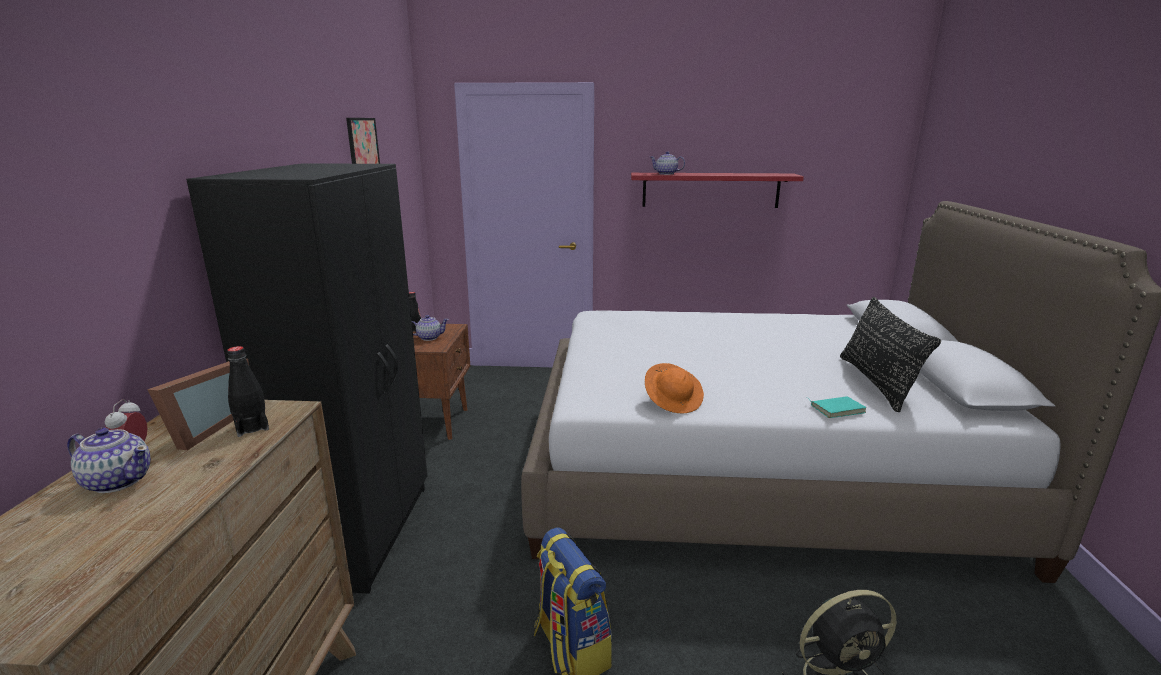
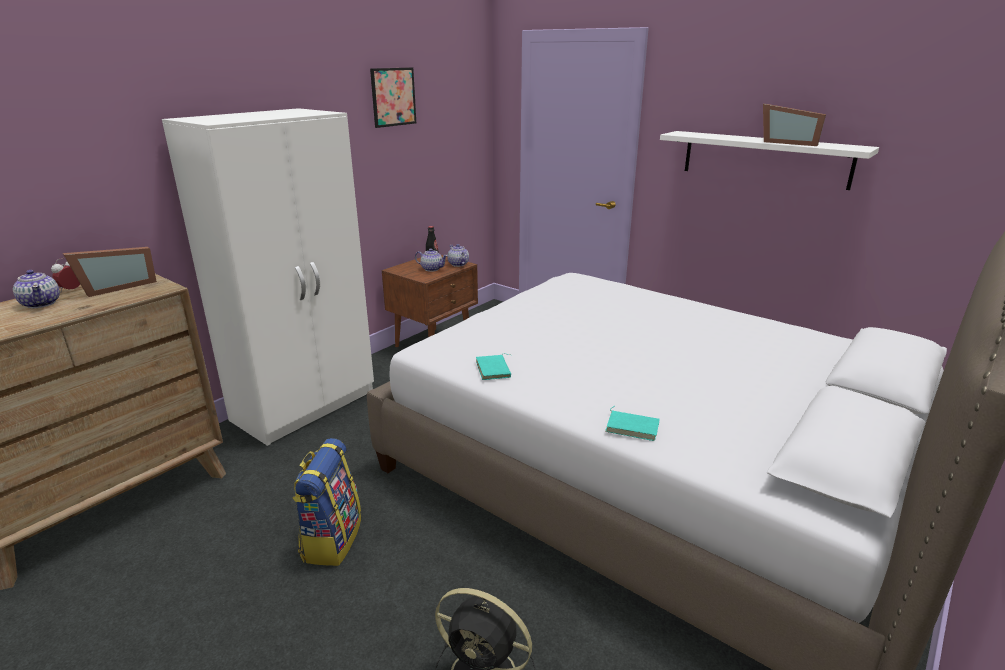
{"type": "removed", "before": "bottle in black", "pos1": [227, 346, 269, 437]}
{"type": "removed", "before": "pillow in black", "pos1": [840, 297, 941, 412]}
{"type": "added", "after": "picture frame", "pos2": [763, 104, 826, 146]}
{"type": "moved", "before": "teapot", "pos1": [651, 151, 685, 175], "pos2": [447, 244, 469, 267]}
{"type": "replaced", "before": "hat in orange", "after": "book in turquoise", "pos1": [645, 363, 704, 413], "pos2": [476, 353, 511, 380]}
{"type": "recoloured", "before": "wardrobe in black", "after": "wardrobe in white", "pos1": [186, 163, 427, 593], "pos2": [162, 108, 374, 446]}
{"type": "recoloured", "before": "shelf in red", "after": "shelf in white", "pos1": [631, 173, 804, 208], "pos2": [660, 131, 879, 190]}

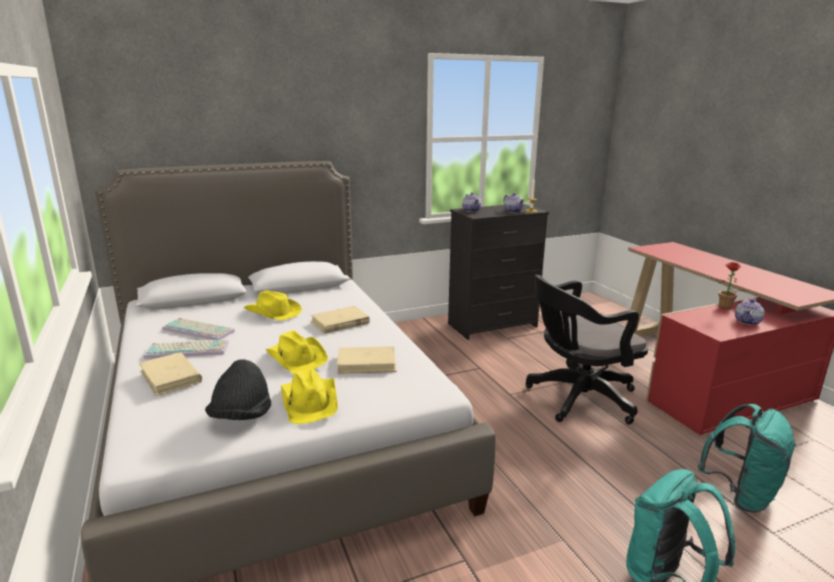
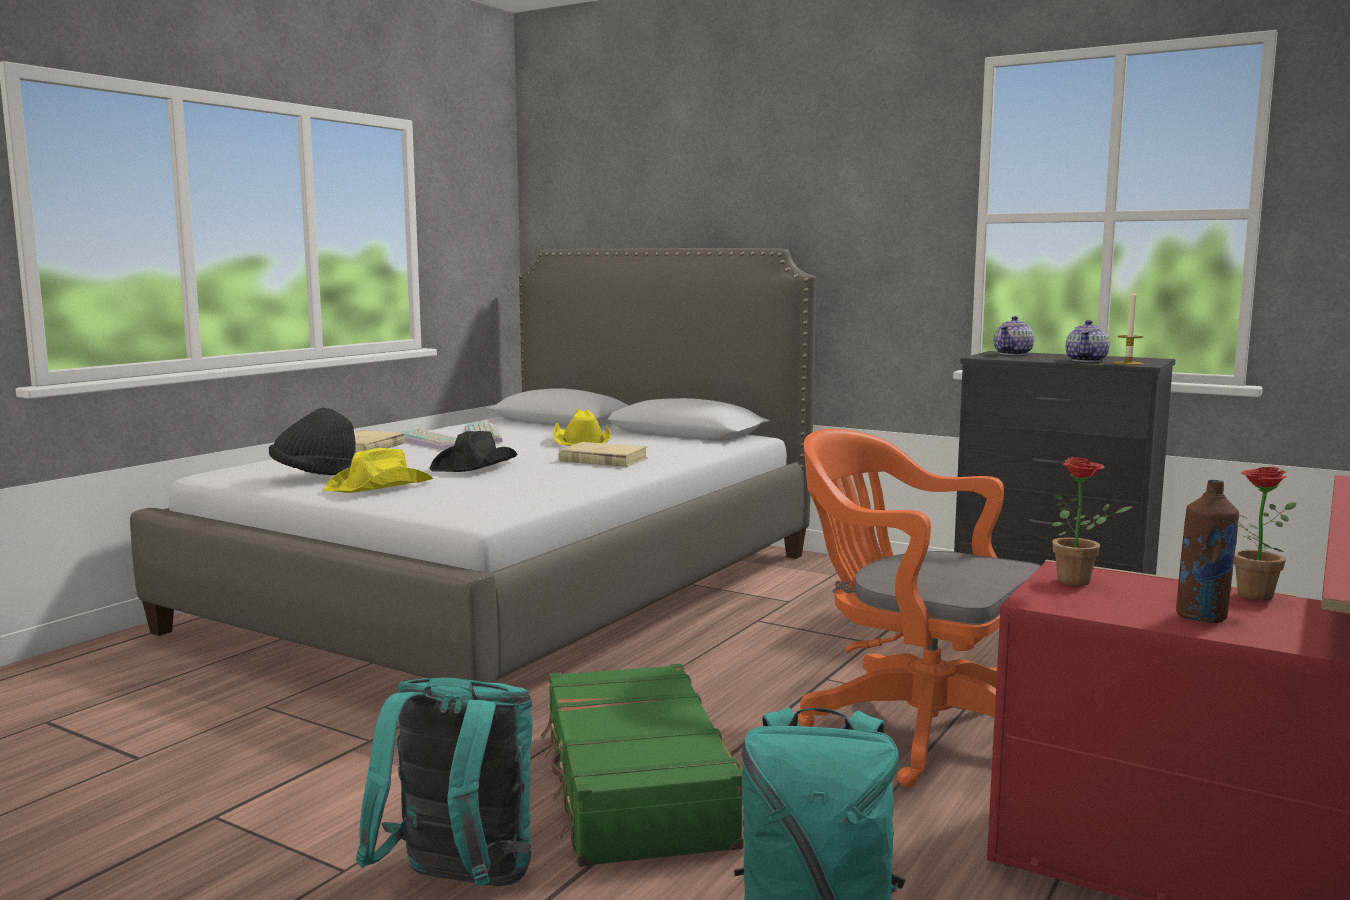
{"type": "removed", "before": "book in beige", "pos1": [337, 346, 397, 374]}
{"type": "added", "after": "suitcase in green", "pos2": [541, 664, 744, 867]}
{"type": "added", "after": "potted plant", "pos2": [1052, 457, 1132, 586]}
{"type": "replaced", "before": "teapot", "after": "bottle in brown", "pos1": [735, 299, 764, 325], "pos2": [1176, 480, 1239, 623]}
{"type": "recoloured", "before": "hat in yellow", "after": "hat in black", "pos1": [266, 331, 328, 374], "pos2": [429, 431, 517, 472]}
{"type": "recoloured", "before": "office chair in black", "after": "office chair in orange", "pos1": [526, 275, 648, 425], "pos2": [798, 429, 1041, 787]}

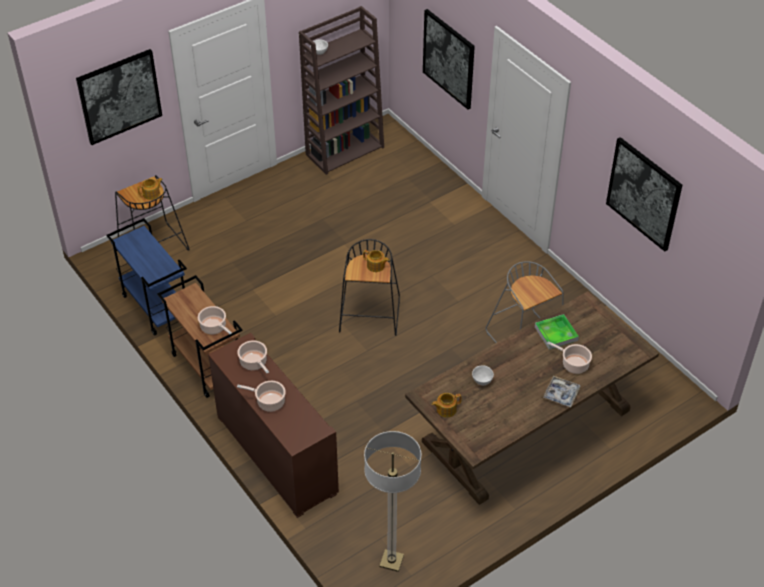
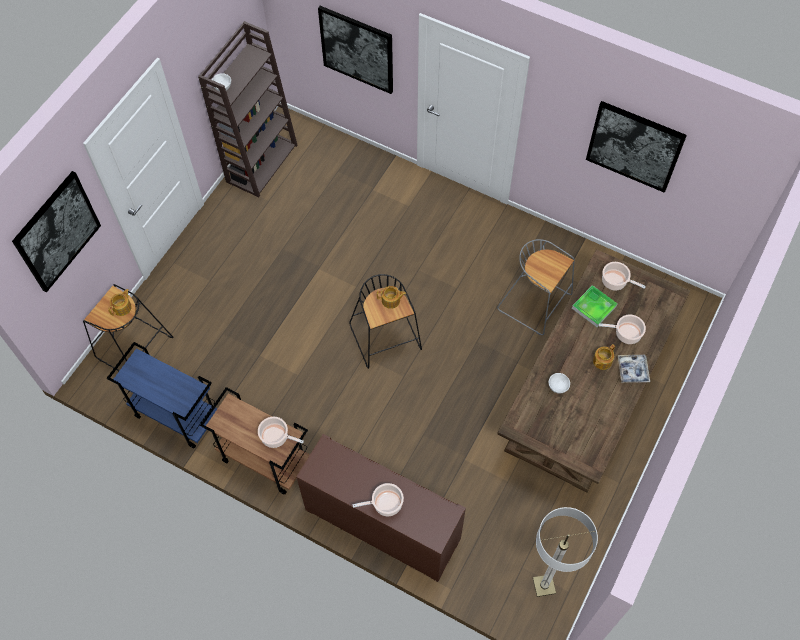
{"type": "moved", "before": "cooking pot", "pos1": [237, 340, 269, 374], "pos2": [602, 262, 646, 290]}
{"type": "moved", "before": "teapot", "pos1": [432, 393, 462, 418], "pos2": [593, 344, 615, 370]}

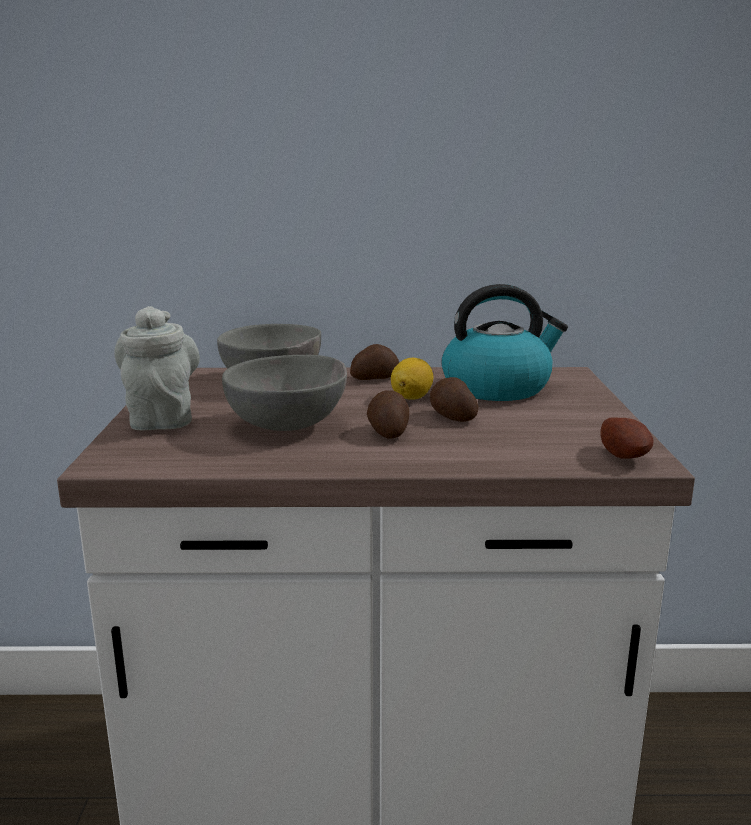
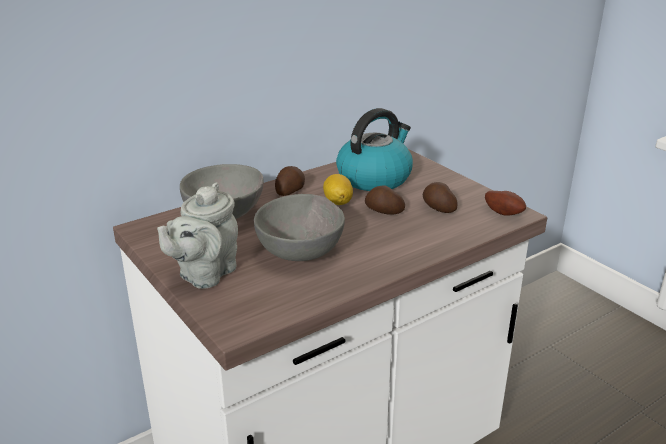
{"type": "moved", "before": "potato", "pos1": [367, 390, 409, 439], "pos2": [423, 182, 458, 213]}
{"type": "turned", "before": "teapot in grey", "pos1": [114, 306, 200, 430], "pos2": [157, 183, 238, 289], "turn": -105}

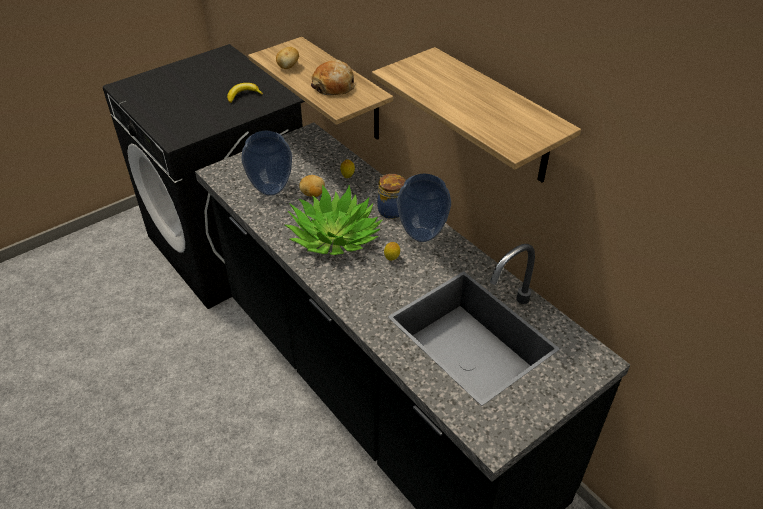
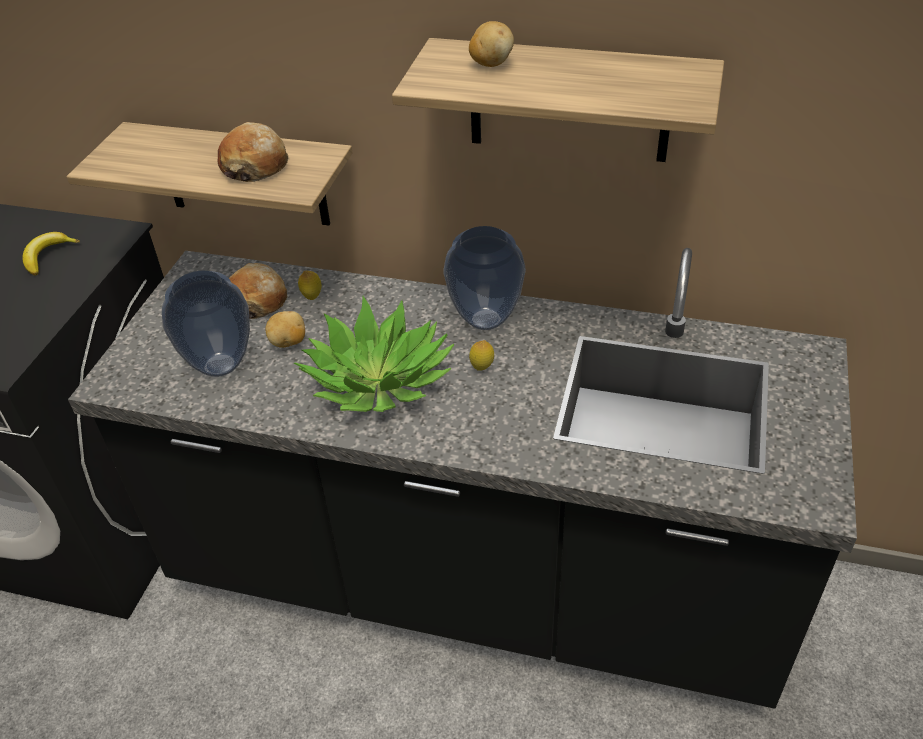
{"type": "removed", "before": "jar", "pos1": [377, 174, 405, 219]}
{"type": "added", "after": "bread", "pos2": [229, 263, 287, 319]}
{"type": "moved", "before": "potato", "pos1": [276, 47, 299, 69], "pos2": [469, 21, 514, 67]}

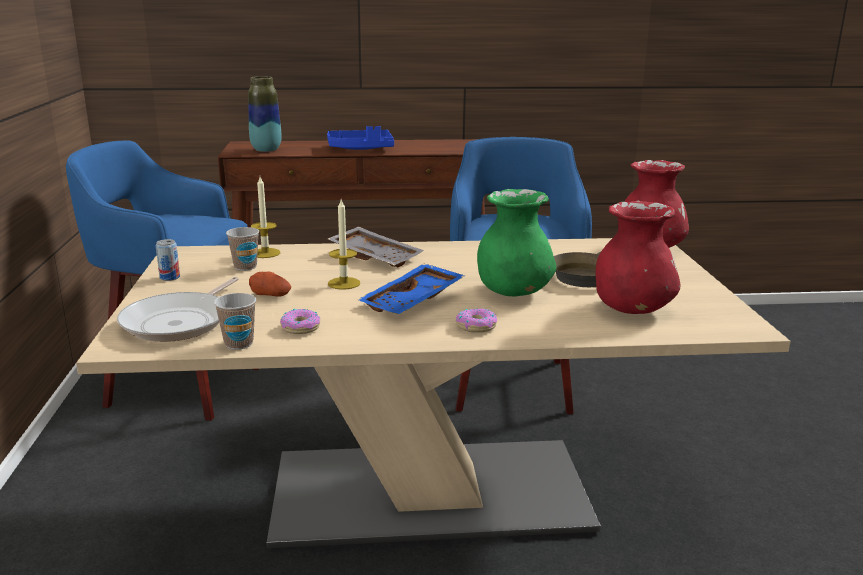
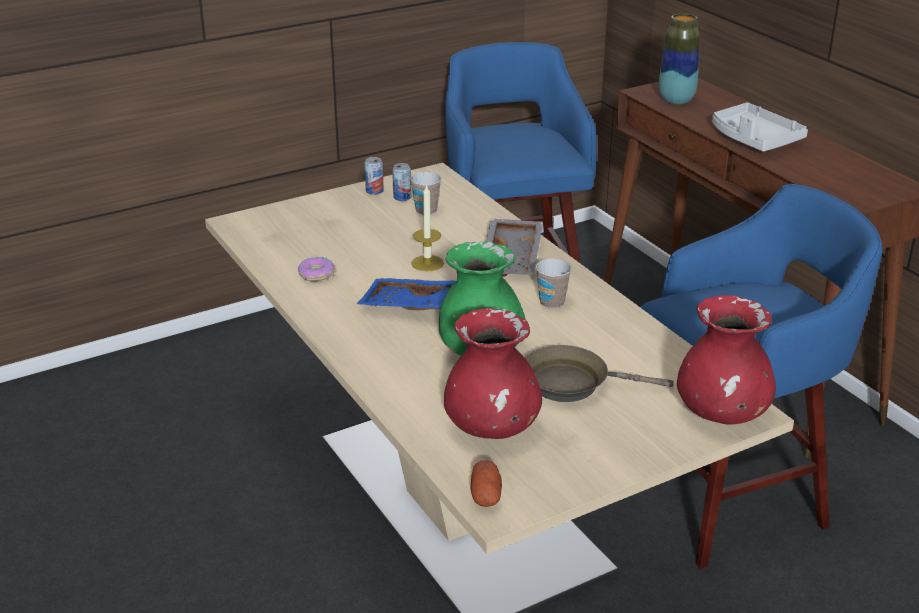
{"type": "removed", "before": "frying pan", "pos1": [117, 277, 238, 342]}
{"type": "removed", "before": "candle", "pos1": [251, 177, 280, 258]}
{"type": "removed", "before": "donut", "pos1": [456, 309, 497, 332]}
{"type": "added", "after": "can", "pos2": [393, 163, 411, 201]}
{"type": "moved", "before": "cup", "pos1": [214, 293, 256, 350], "pos2": [536, 258, 572, 309]}
{"type": "moved", "before": "potato", "pos1": [249, 272, 291, 297], "pos2": [471, 461, 502, 507]}
{"type": "recoloured", "before": "tray in blue", "after": "tray in grey", "pos1": [327, 126, 394, 150], "pos2": [712, 103, 808, 152]}

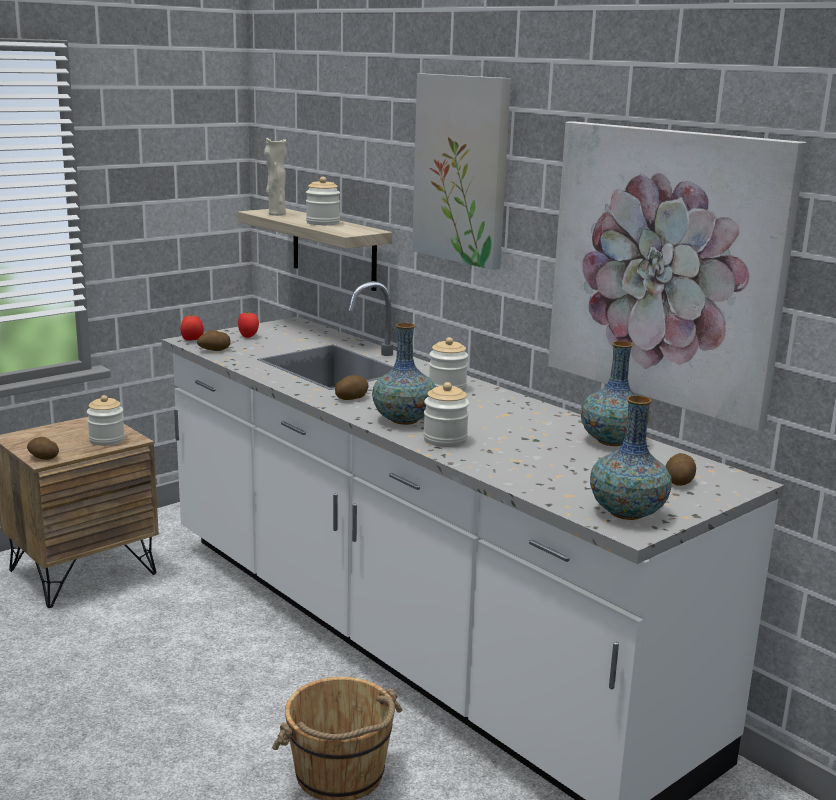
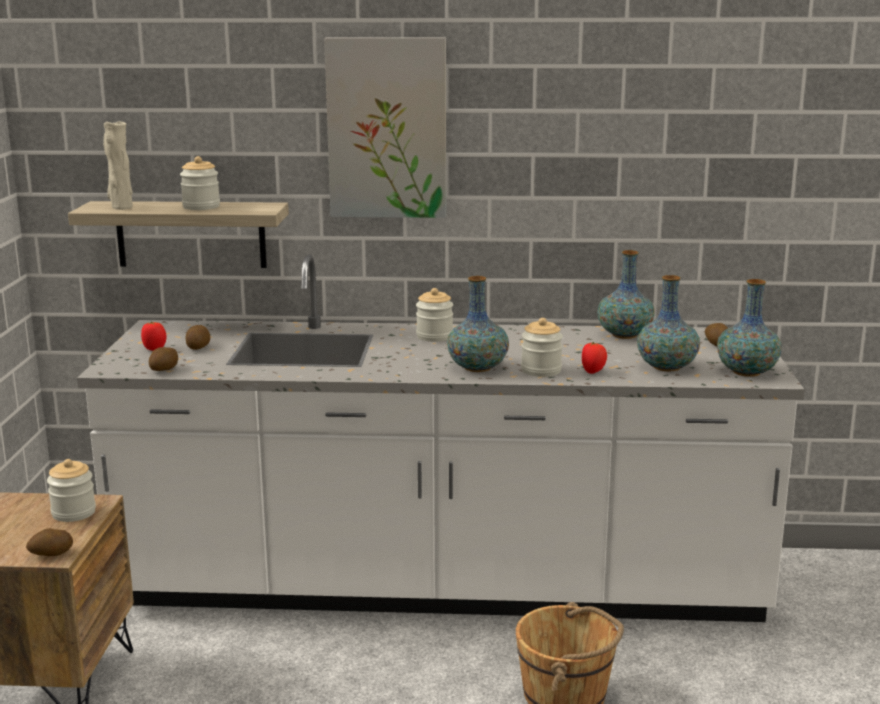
{"type": "removed", "before": "picture", "pos1": [548, 121, 807, 432]}
{"type": "added", "after": "vase", "pos2": [637, 275, 700, 371]}
{"type": "moved", "before": "tomato", "pos1": [180, 315, 204, 341], "pos2": [582, 342, 607, 374]}
{"type": "moved", "before": "potato", "pos1": [335, 375, 369, 400], "pos2": [185, 325, 210, 350]}

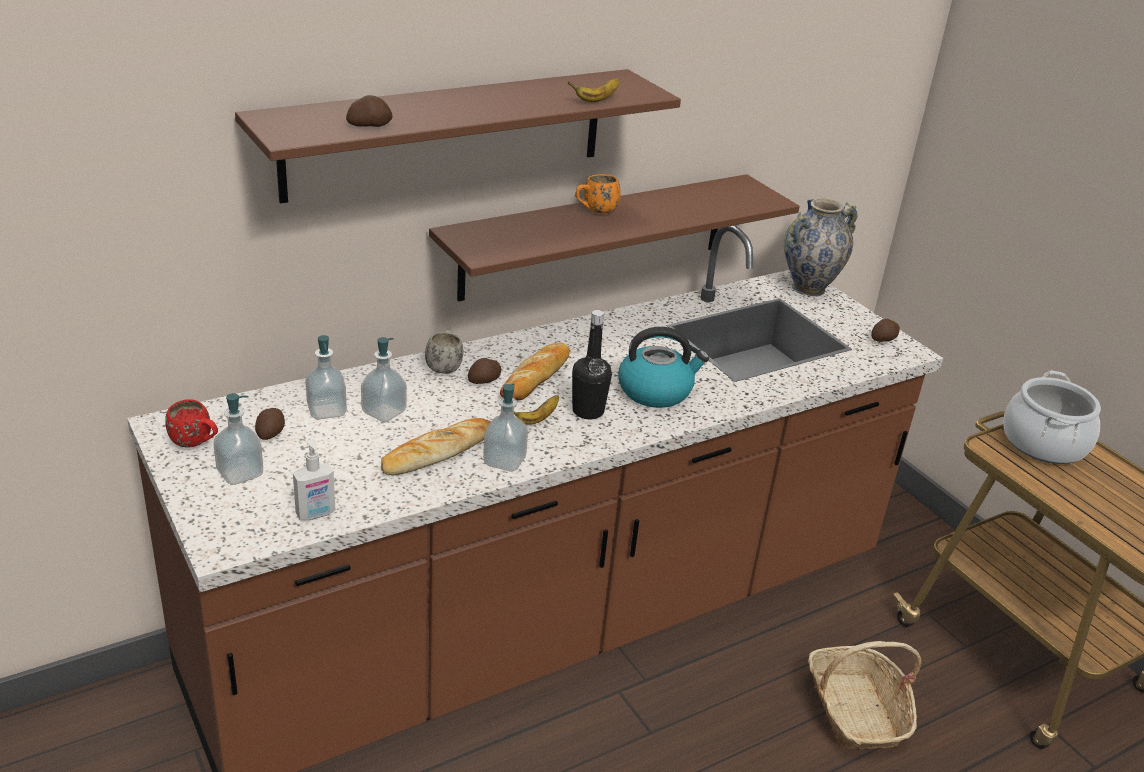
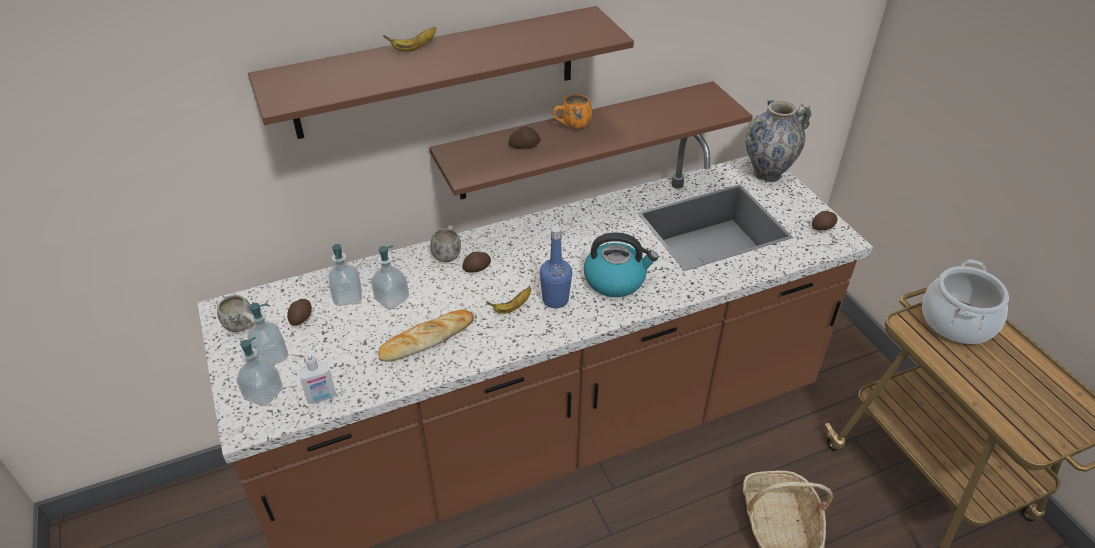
{"type": "removed", "before": "bread", "pos1": [500, 343, 570, 400]}
{"type": "moved", "before": "potato", "pos1": [346, 95, 393, 127], "pos2": [508, 126, 541, 149]}
{"type": "moved", "before": "soap dispenser", "pos1": [483, 383, 528, 472], "pos2": [236, 337, 283, 406]}
{"type": "moved", "before": "banana", "pos1": [568, 78, 620, 102], "pos2": [383, 27, 436, 52]}
{"type": "recoloured", "before": "mug in red", "after": "mug in white", "pos1": [165, 399, 218, 448], "pos2": [217, 295, 254, 332]}
{"type": "recoloured", "before": "bottle in black", "after": "bottle in blue", "pos1": [572, 310, 612, 419], "pos2": [540, 226, 572, 308]}

